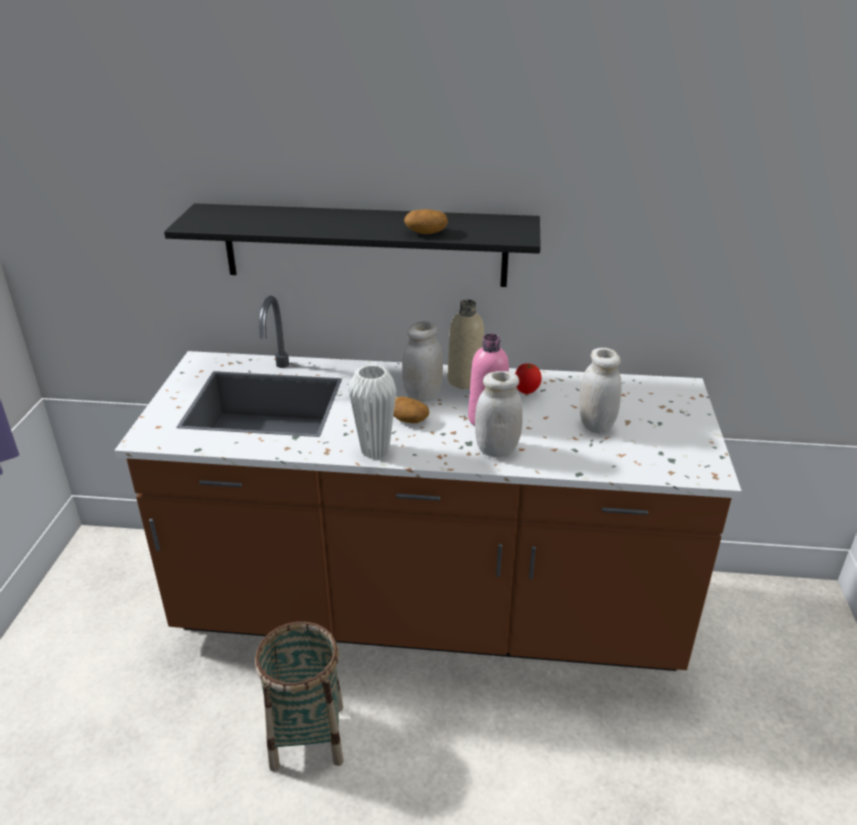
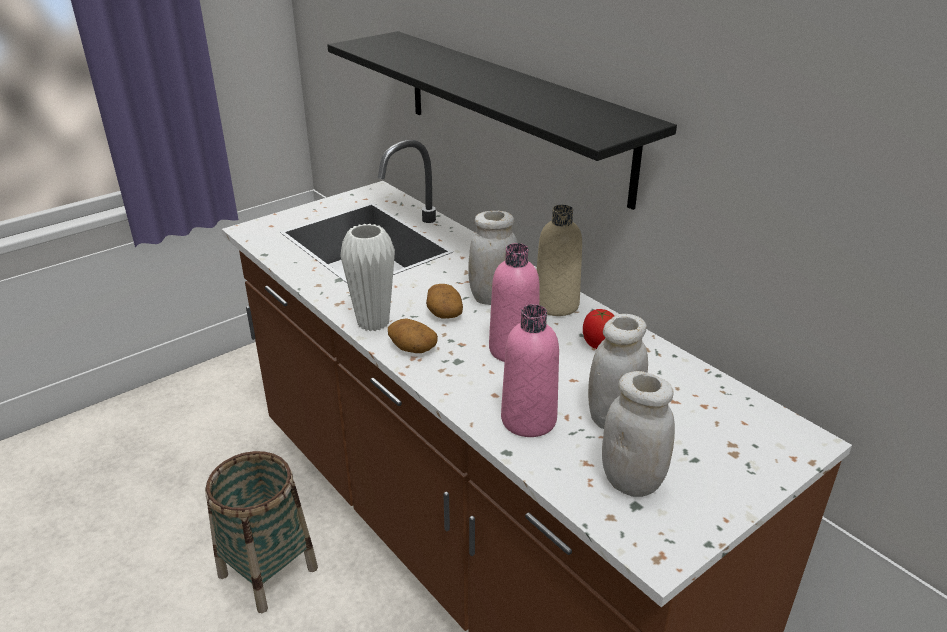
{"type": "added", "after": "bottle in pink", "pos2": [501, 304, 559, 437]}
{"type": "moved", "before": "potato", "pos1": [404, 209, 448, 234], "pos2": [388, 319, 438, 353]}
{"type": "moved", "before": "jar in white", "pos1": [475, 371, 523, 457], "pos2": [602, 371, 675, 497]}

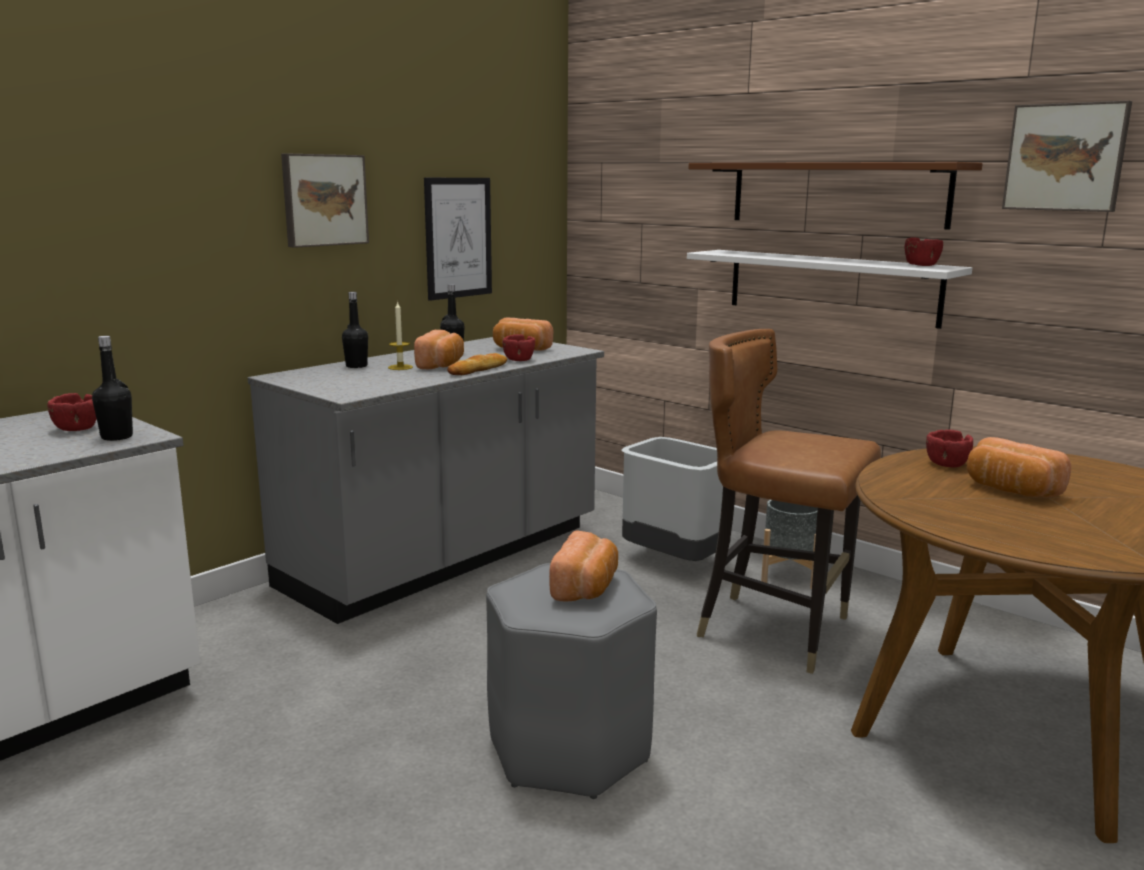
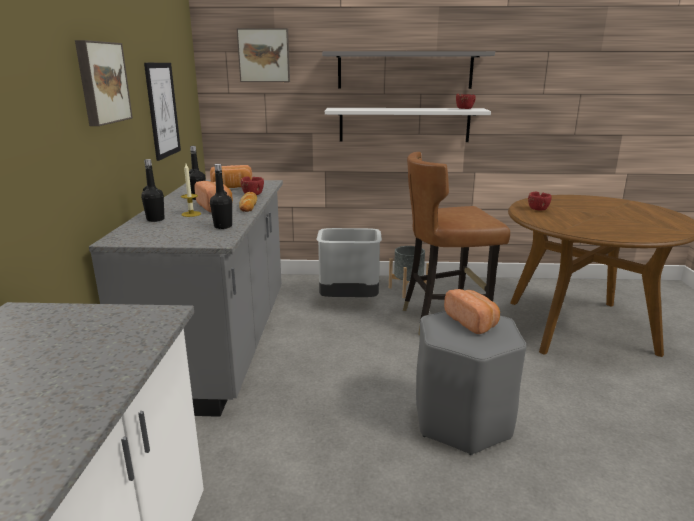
{"type": "removed", "before": "bowl in red", "pos1": [48, 393, 97, 431]}
{"type": "removed", "before": "bread", "pos1": [967, 437, 1071, 497]}
{"type": "moved", "before": "bottle in black", "pos1": [92, 336, 133, 441], "pos2": [210, 164, 232, 229]}
{"type": "moved", "before": "picture", "pos1": [1002, 100, 1132, 212], "pos2": [237, 28, 290, 82]}
{"type": "recoloured", "before": "shelf in brown", "after": "shelf in grey", "pos1": [688, 162, 983, 230], "pos2": [322, 51, 495, 89]}

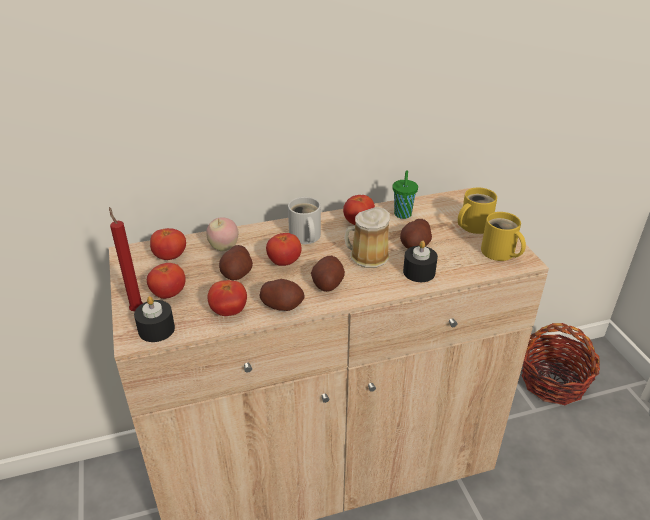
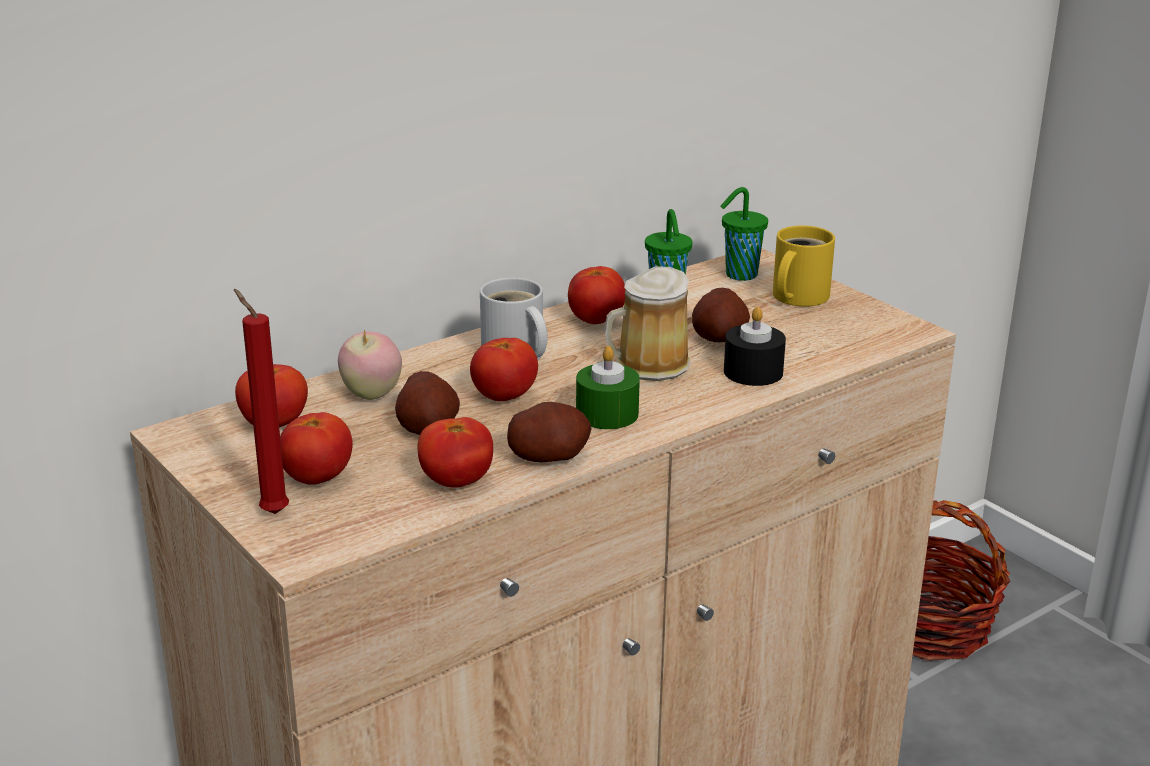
{"type": "removed", "before": "candle in black", "pos1": [134, 296, 175, 342]}
{"type": "removed", "before": "mug in yellow", "pos1": [481, 212, 526, 261]}
{"type": "added", "after": "cup in green", "pos2": [721, 187, 768, 281]}
{"type": "replaced", "before": "potato", "after": "candle in green", "pos1": [311, 256, 345, 292], "pos2": [576, 346, 640, 429]}

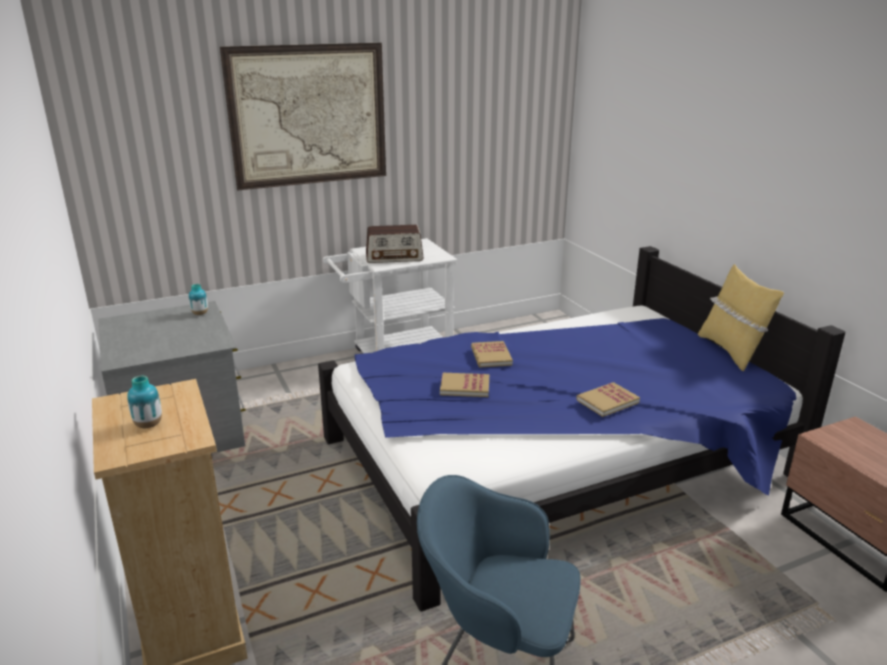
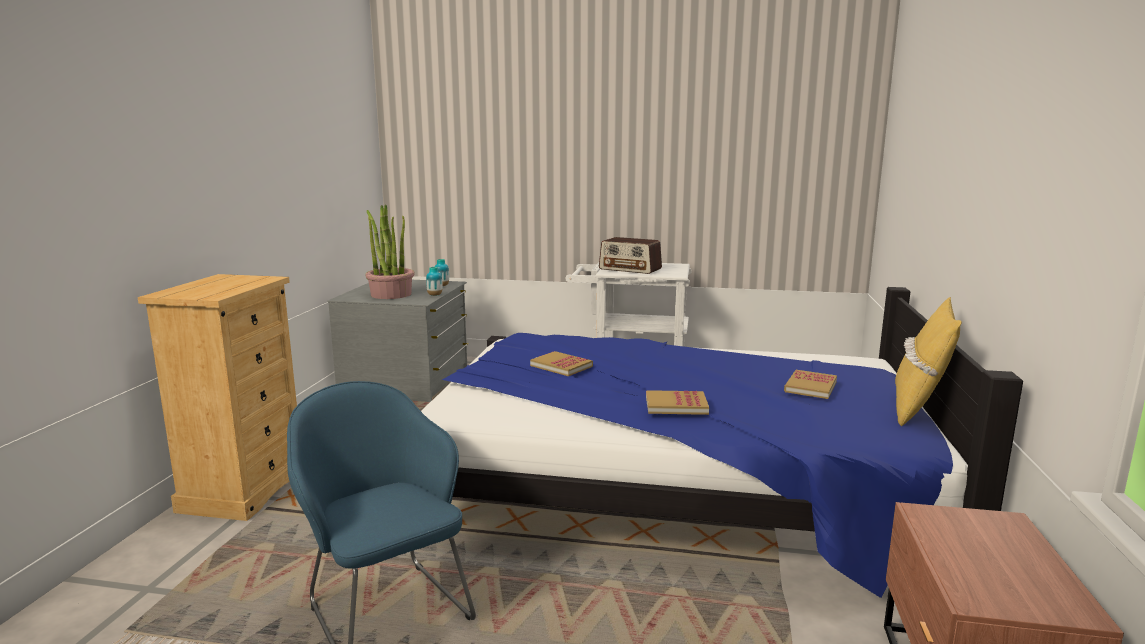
{"type": "removed", "before": "picture", "pos1": [220, 43, 386, 190]}
{"type": "added", "after": "potted plant", "pos2": [366, 204, 415, 299]}
{"type": "moved", "before": "vase", "pos1": [127, 376, 162, 428], "pos2": [426, 267, 443, 296]}
{"type": "moved", "before": "book", "pos1": [471, 341, 513, 368], "pos2": [784, 370, 837, 399]}

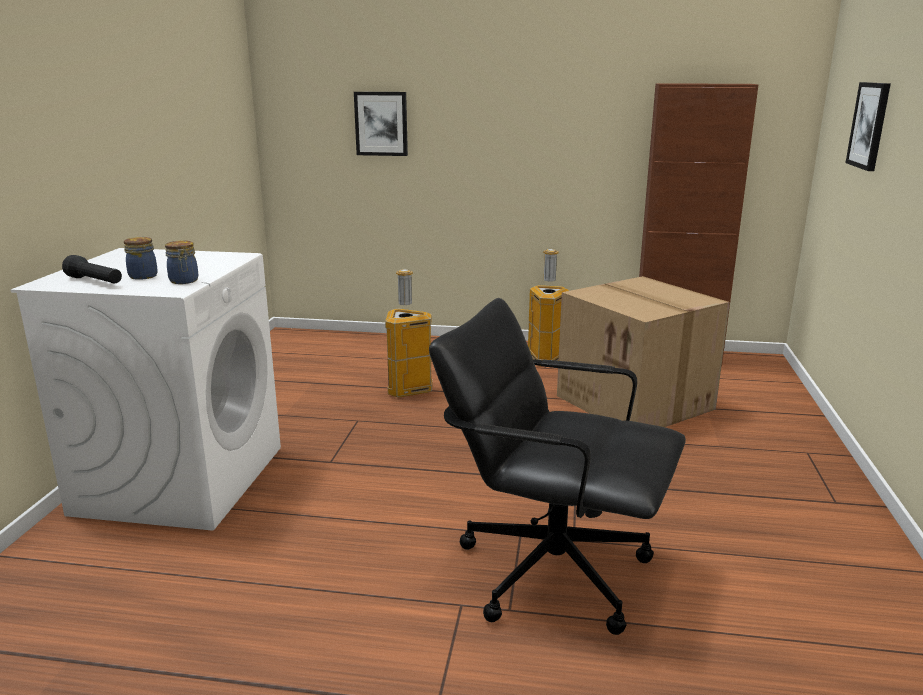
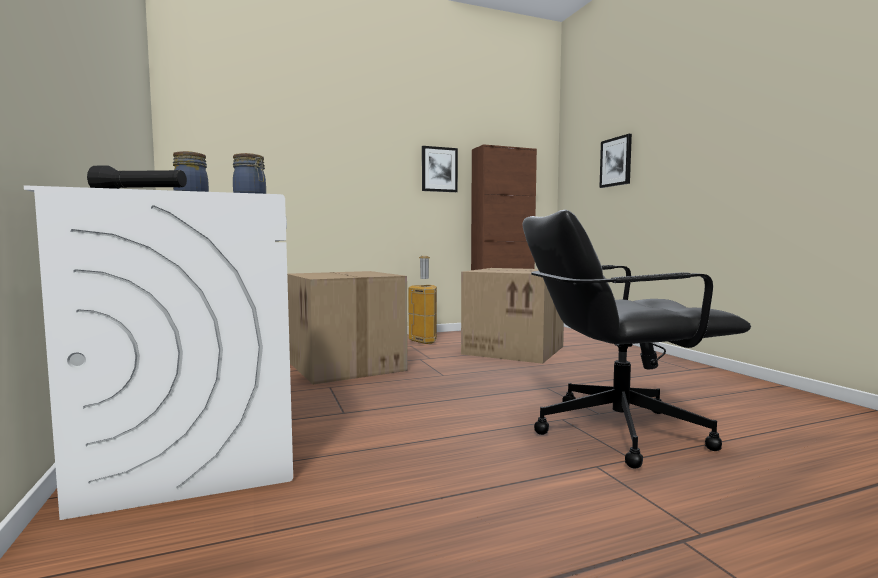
{"type": "moved", "before": "picture", "pos1": [354, 92, 408, 156], "pos2": [422, 146, 458, 192]}
{"type": "replaced", "before": "trash can", "after": "cardboard box", "pos1": [385, 269, 432, 397], "pos2": [287, 271, 408, 385]}

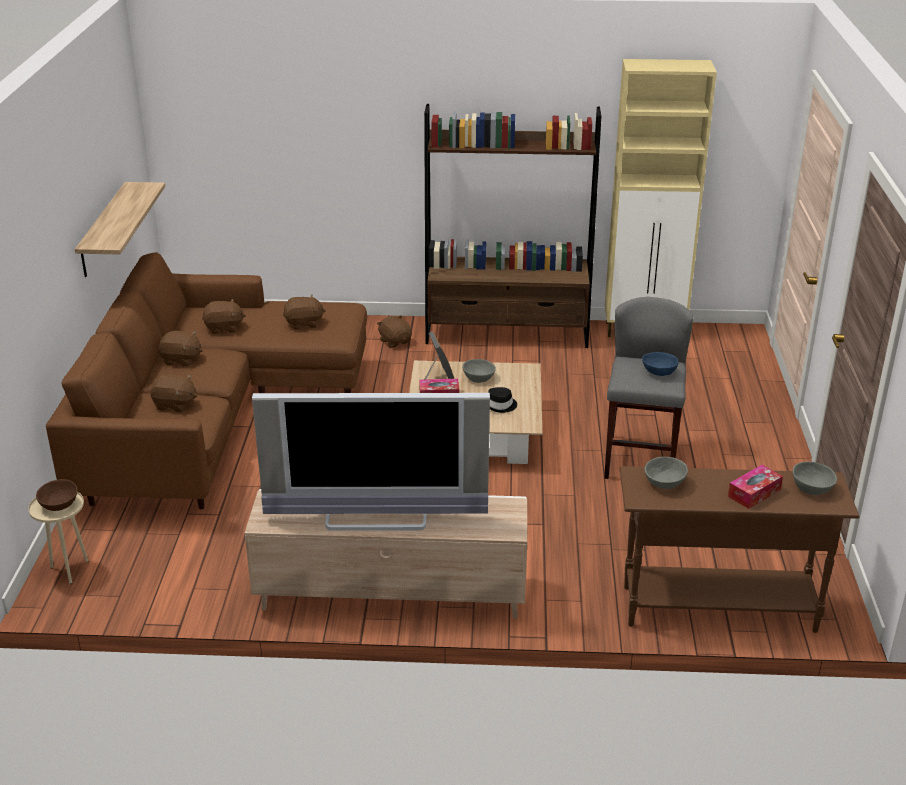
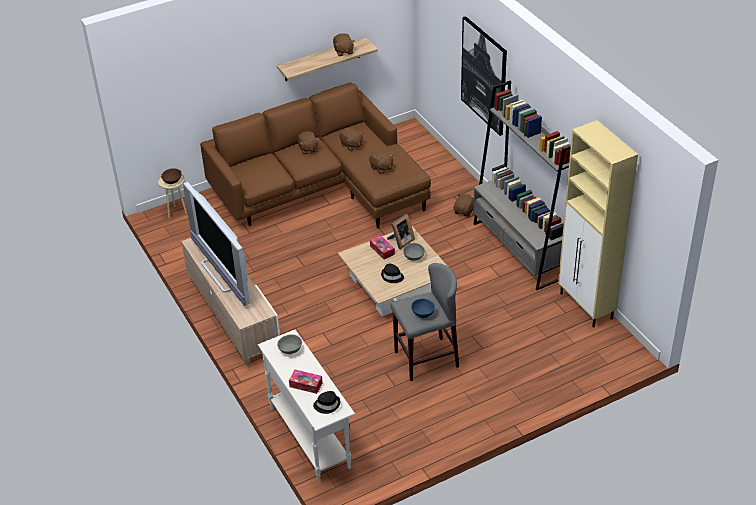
{"type": "added", "after": "picture", "pos2": [461, 16, 507, 136]}
{"type": "moved", "before": "plush toy in brown", "pos1": [150, 374, 197, 413], "pos2": [333, 33, 355, 56]}
{"type": "replaced", "before": "bowl in grey", "after": "hat in black", "pos1": [793, 461, 837, 495], "pos2": [313, 391, 340, 414]}
{"type": "recoloured", "before": "bookcase in brown", "after": "bookcase in grey", "pos1": [424, 104, 601, 348], "pos2": [473, 81, 571, 290]}
{"type": "recoloured", "before": "console table in brown", "after": "console table in white", "pos1": [619, 466, 859, 633], "pos2": [258, 330, 355, 482]}

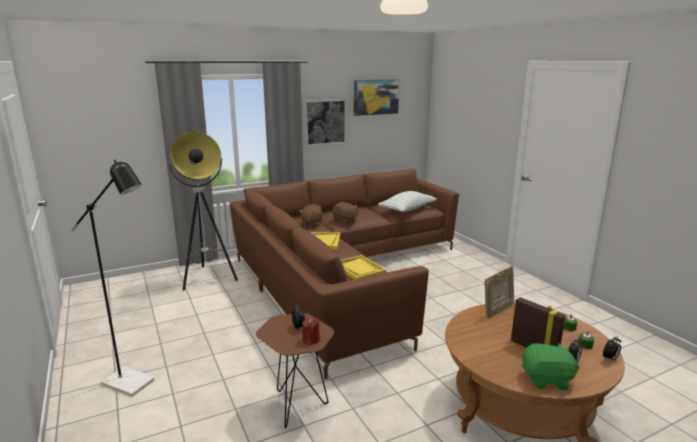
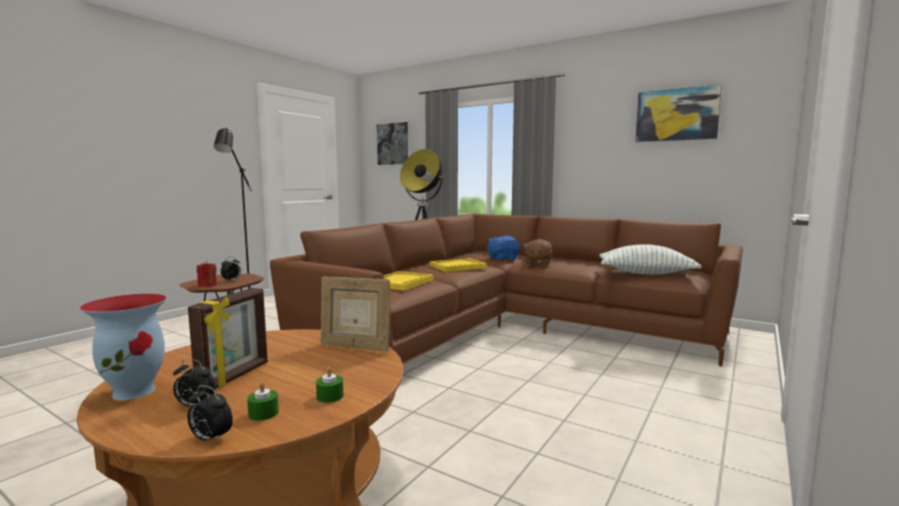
{"type": "moved", "before": "picture", "pos1": [304, 99, 346, 146], "pos2": [375, 120, 411, 167]}
{"type": "replaced", "before": "plush toy in green", "after": "vase", "pos1": [522, 343, 580, 390], "pos2": [79, 294, 167, 400]}
{"type": "recoloured", "before": "plush toy in brown", "after": "plush toy in blue", "pos1": [300, 204, 323, 227], "pos2": [487, 236, 519, 261]}

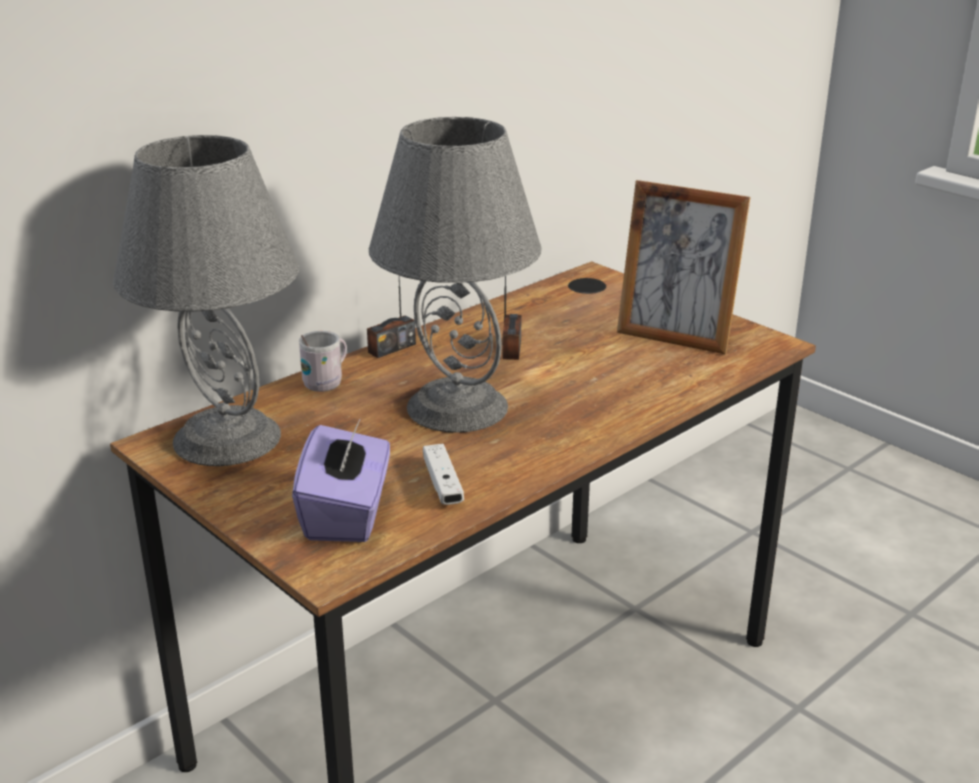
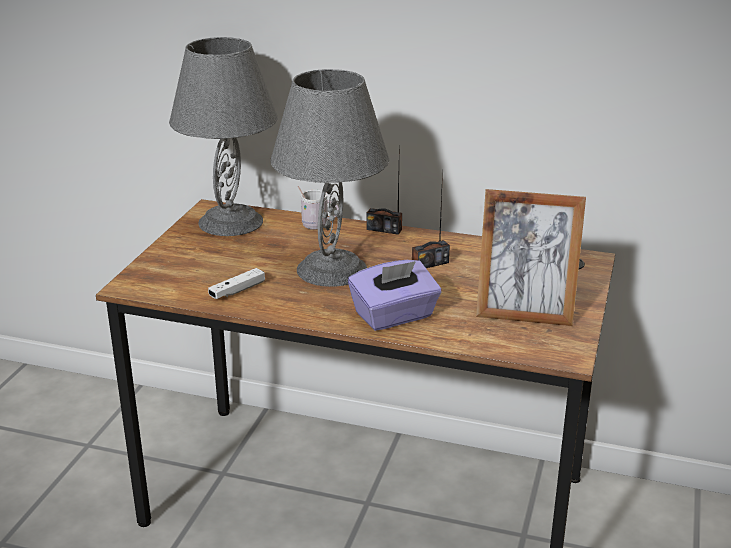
{"type": "moved", "before": "tissue box in purple", "pos1": [292, 418, 390, 542], "pos2": [348, 260, 441, 331]}
{"type": "turned", "before": "picture frame", "pos1": [617, 180, 751, 354], "pos2": [476, 189, 586, 326], "turn": -75}

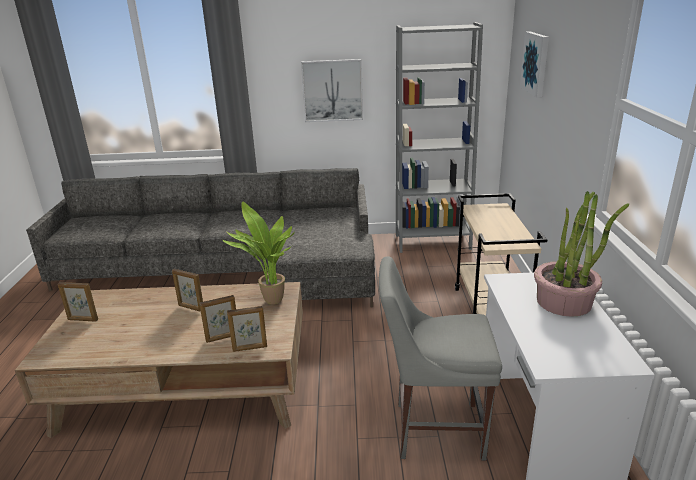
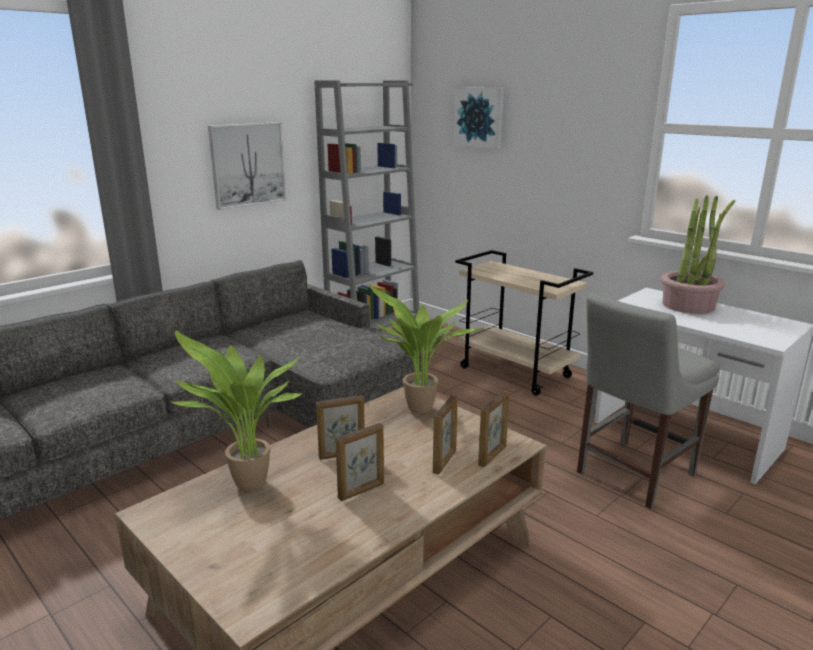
{"type": "added", "after": "potted plant", "pos2": [168, 331, 303, 492]}
{"type": "moved", "before": "picture frame", "pos1": [58, 282, 98, 322], "pos2": [336, 423, 384, 501]}

